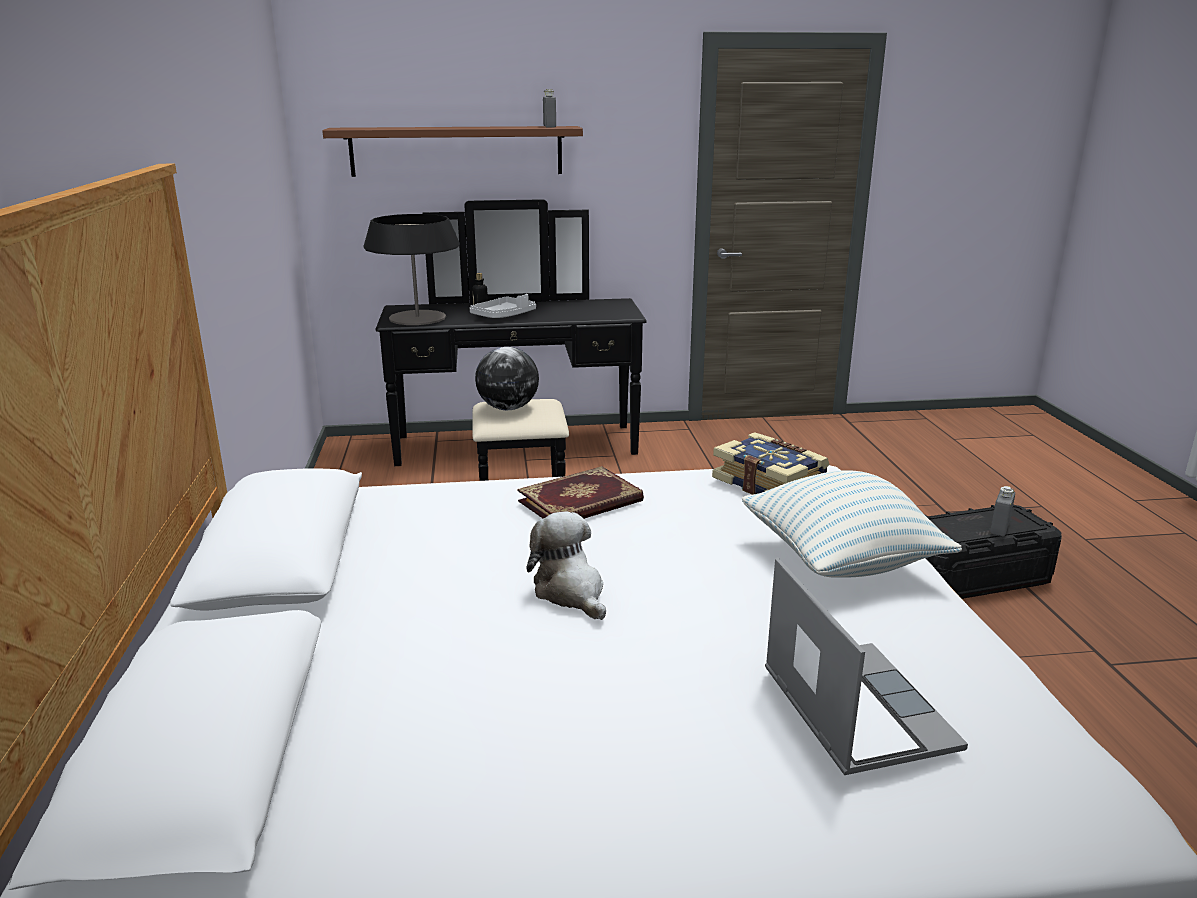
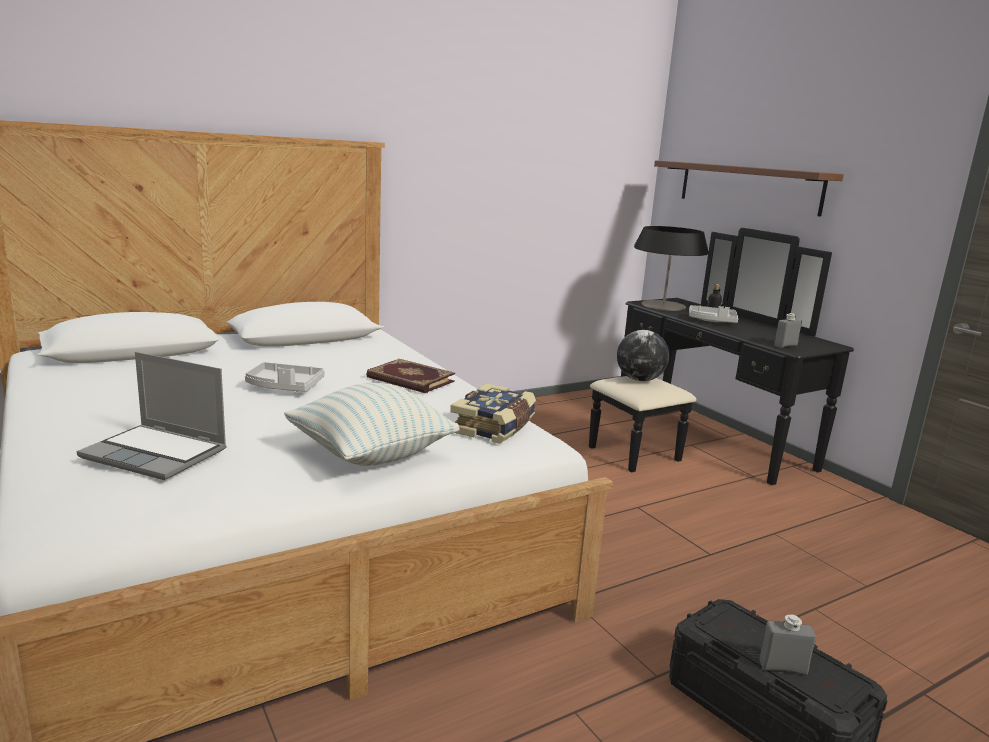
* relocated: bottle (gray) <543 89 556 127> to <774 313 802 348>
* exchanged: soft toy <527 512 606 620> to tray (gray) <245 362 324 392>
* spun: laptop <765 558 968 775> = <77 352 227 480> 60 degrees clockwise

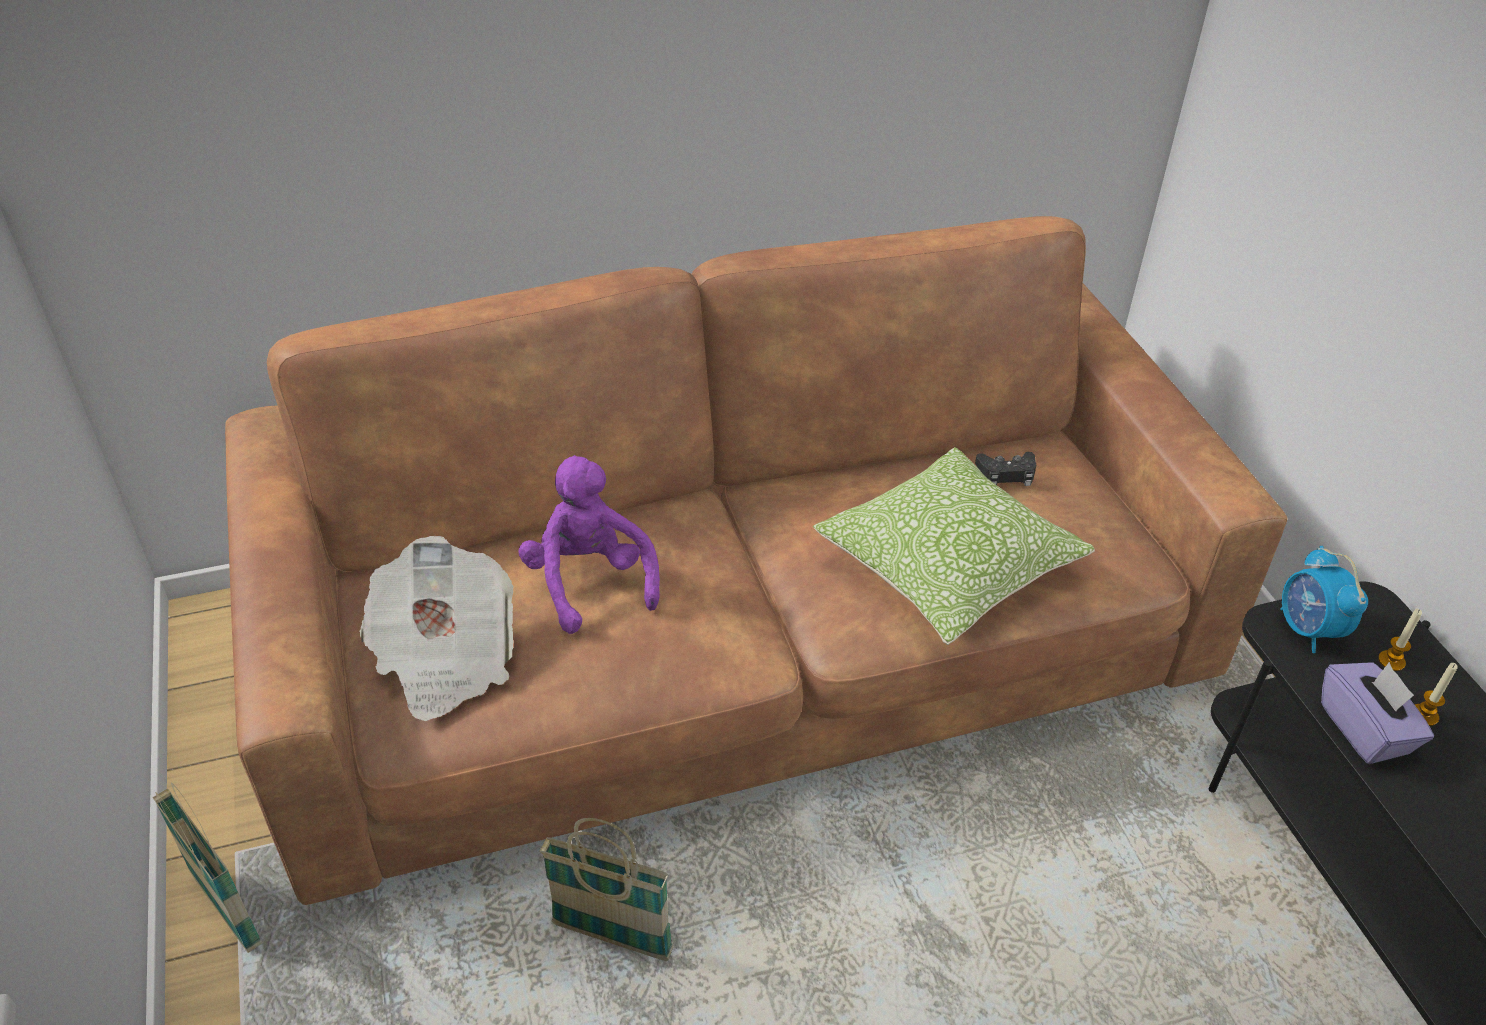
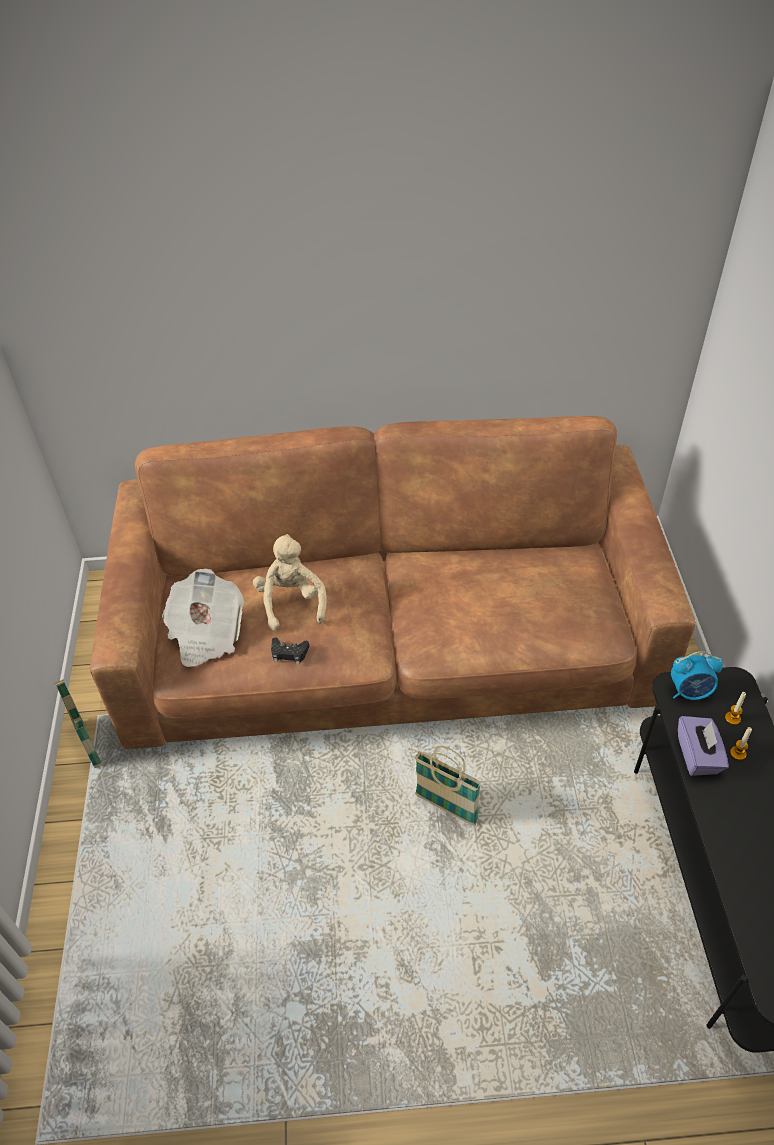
* missing: throw pillow <813 447 1095 645>
* relocated: storage basket <540 818 674 961> to <415 746 481 826>
* relocated: joypad (black-coloured) <975 452 1036 486> to <271 637 309 664>
* colour: soft toy (purplish) <518 455 660 634> to soft toy (sand-coloured) <253 534 327 631>
* spun: table clock <1280 546 1368 653> = <671 651 723 700> 90 degrees counterclockwise

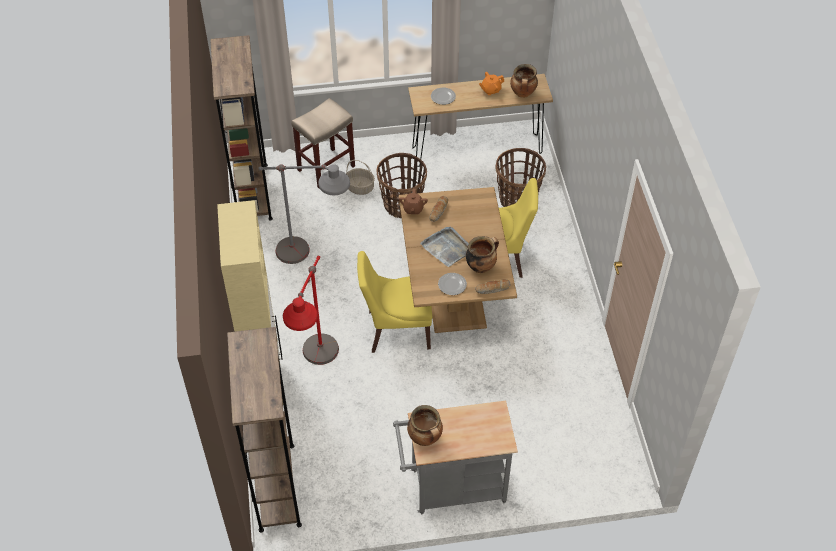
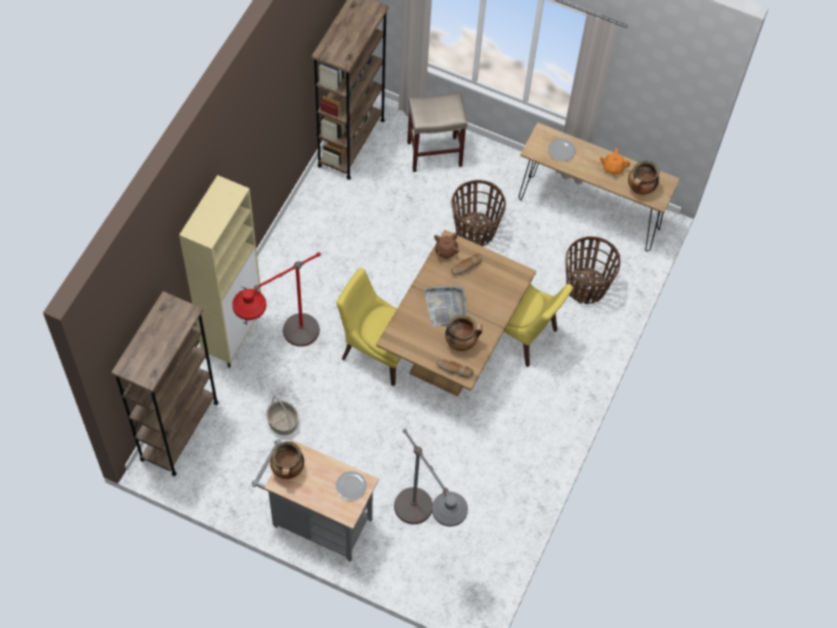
* relocated: standing lamp (gray) <259 164 350 264> to <394 429 468 527>
* relocated: storage basket <346 160 375 195> to <266 396 299 435>
* relocated: flat dish <438 273 467 295> to <336 471 367 500>

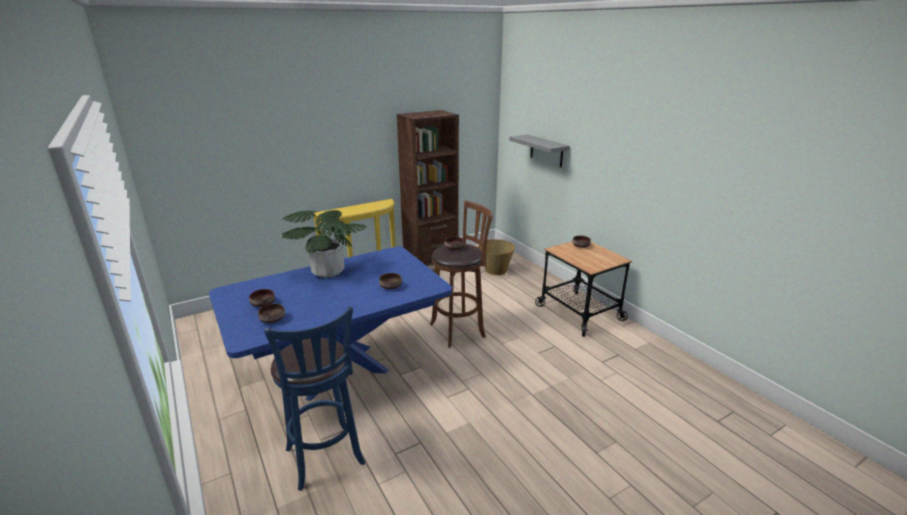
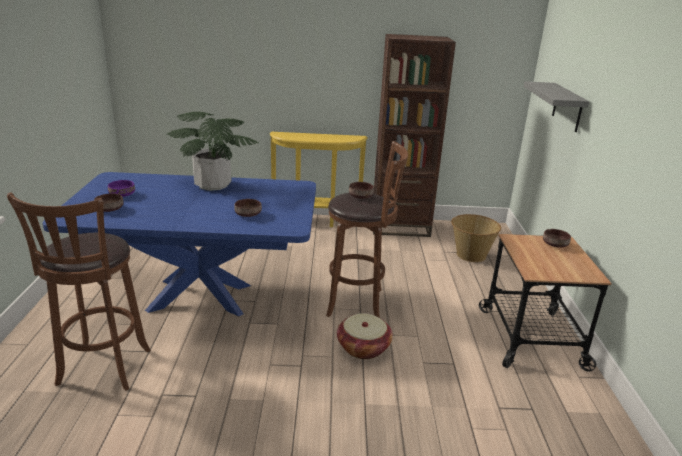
* appeared: storage basket <337 313 393 359>
* colour: serving bowl (brown-coloured) <249 289 275 307> to serving bowl (purplish) <108 180 135 197>
* colour: sitting stool (blue) <264 306 365 491> to sitting stool (brown-coloured) <7 192 151 391>

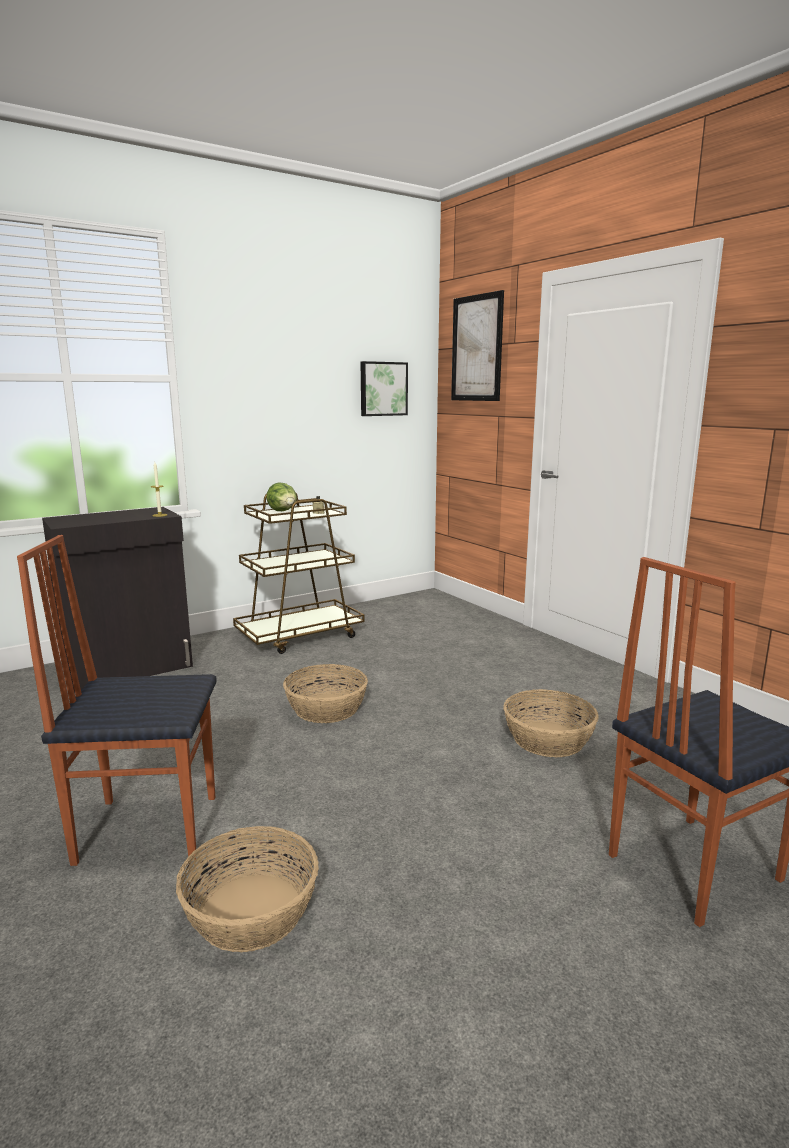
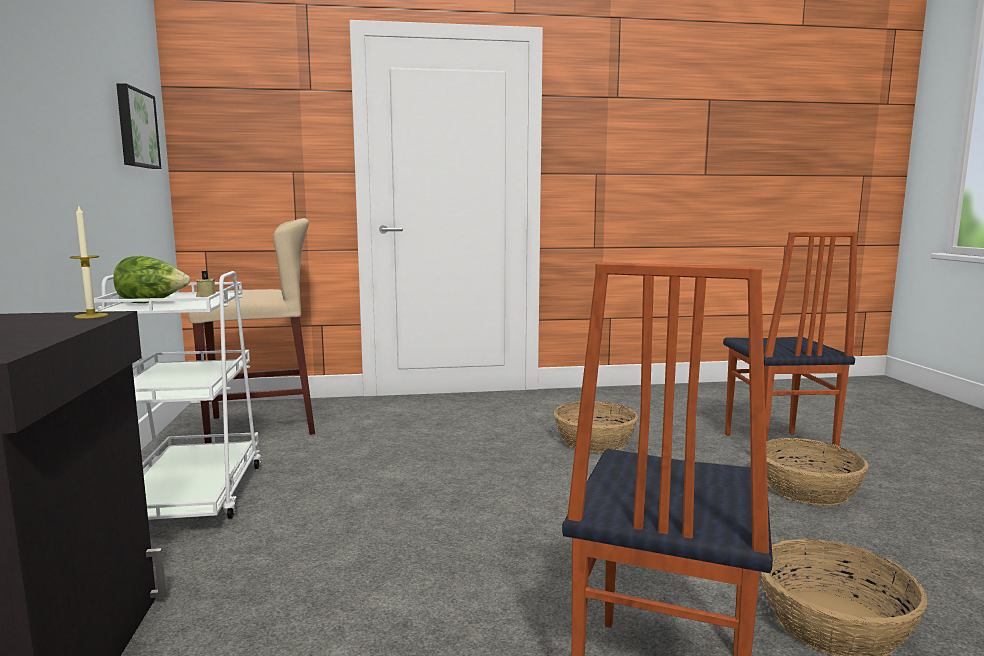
* missing: picture <451 290 504 401>
* appeared: sitting stool (sand-coloured) <188 218 315 443>
* relocated: storage basket <283 664 368 723> to <766 438 869 506>
* colour: cart (brown-coloured) <233 492 364 654> to cart (white) <94 271 261 520>

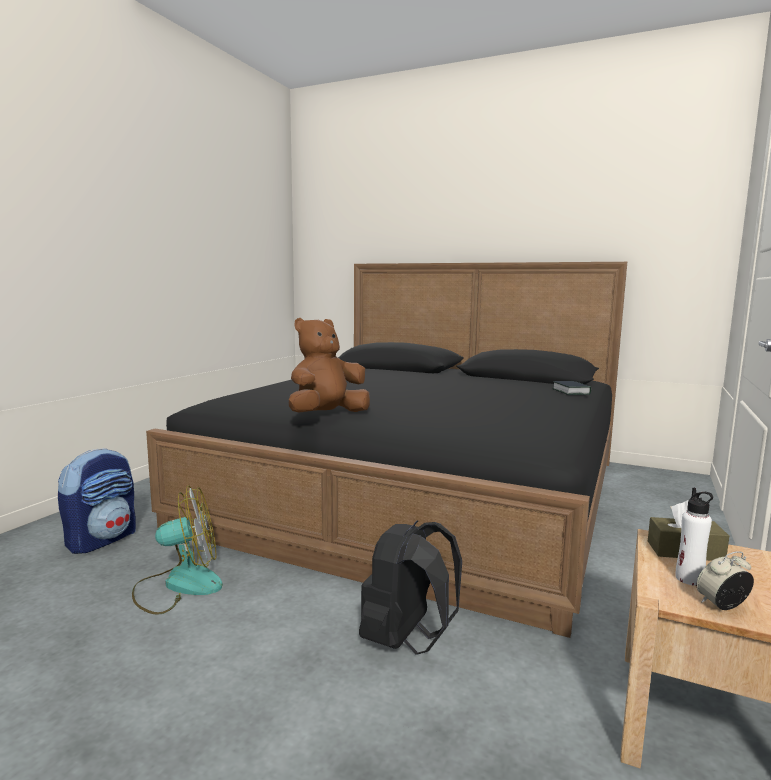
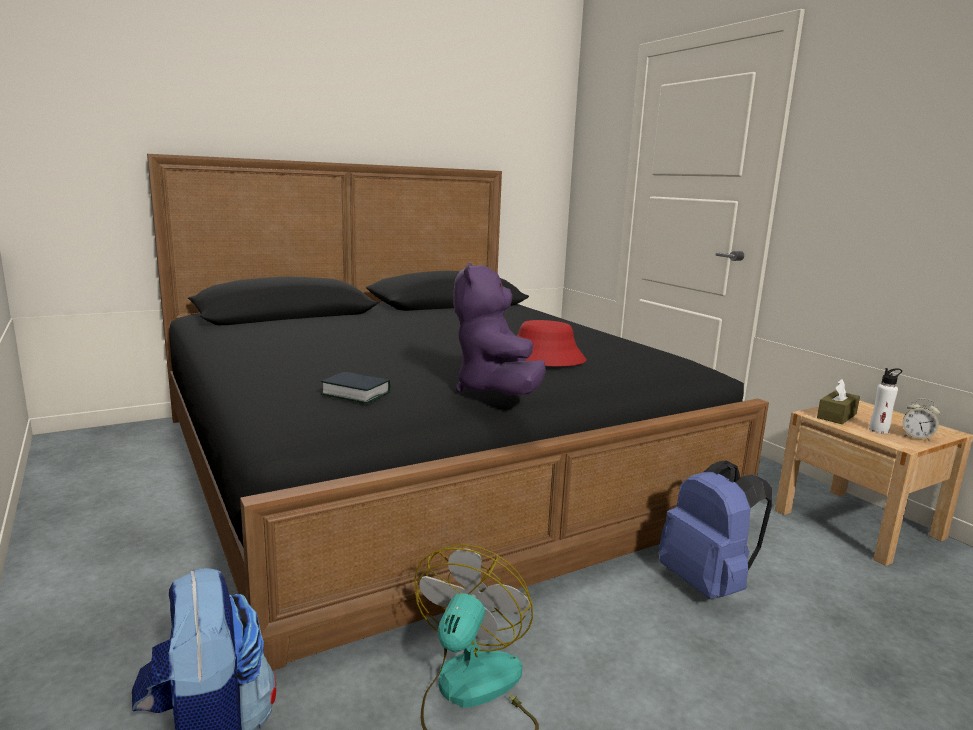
* appeared: wearable hat (red) <517 320 587 366>
* relocated: bound book <552 381 591 395> to <321 372 391 404>
* colour: soft toy (brown-coloured) <289 318 370 413> to soft toy (purplish) <454 263 546 395>
* colour: rucksack (black-coloured) <359 520 462 655> to rucksack (blue) <659 460 772 599>
* spun: table clock <697 551 754 610> = <902 399 940 441> 75 degrees counterclockwise

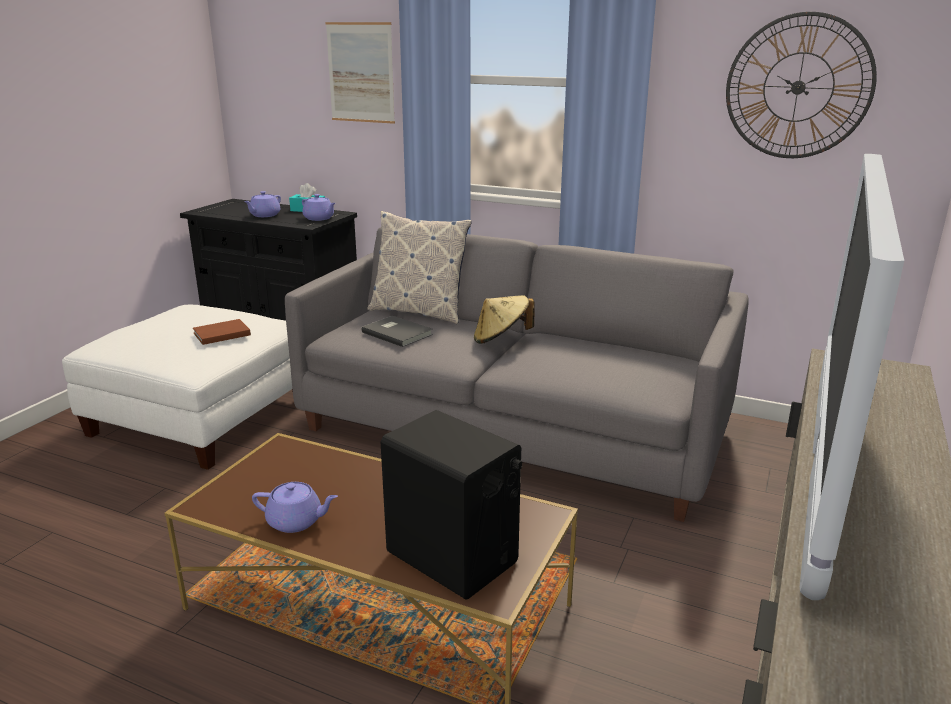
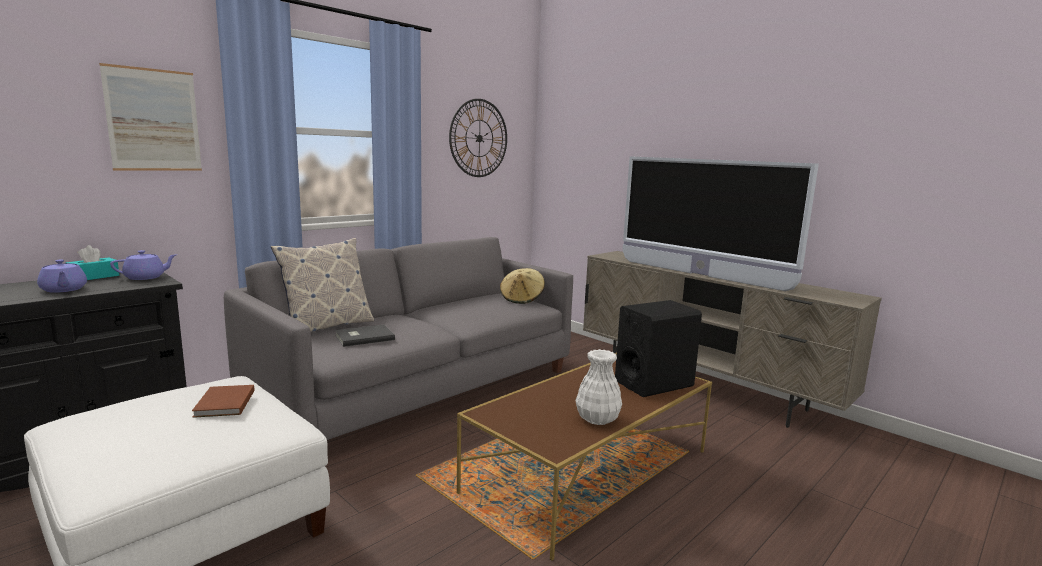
* relocated: wearable hat (sand-coloured) <474 295 535 344> to <500 268 545 304>
* exchanged: tea pot (purplish) <252 482 338 533> to vase (white) <575 349 622 425>

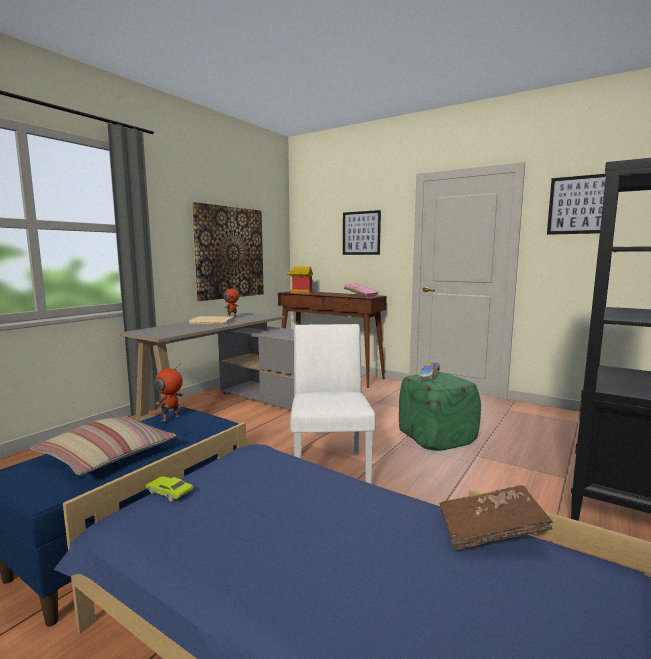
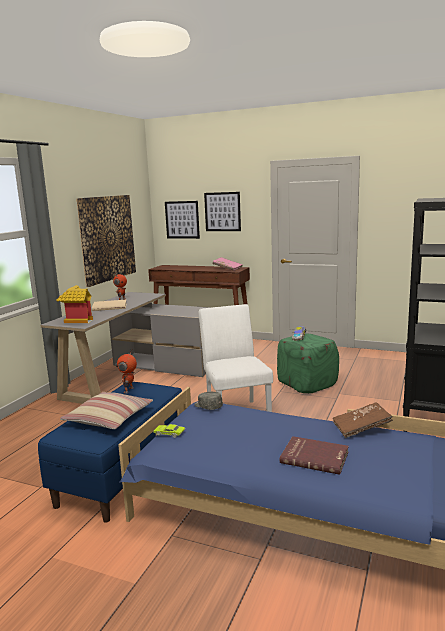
* appeared: peaked cap (gray) <195 392 223 410>
* appeared: bound book (red) <280 436 349 475>
* relocated: miniature house <286 266 313 294> to <56 285 93 323>
* relocated: picture <547 174 606 235> to <165 201 200 239>

